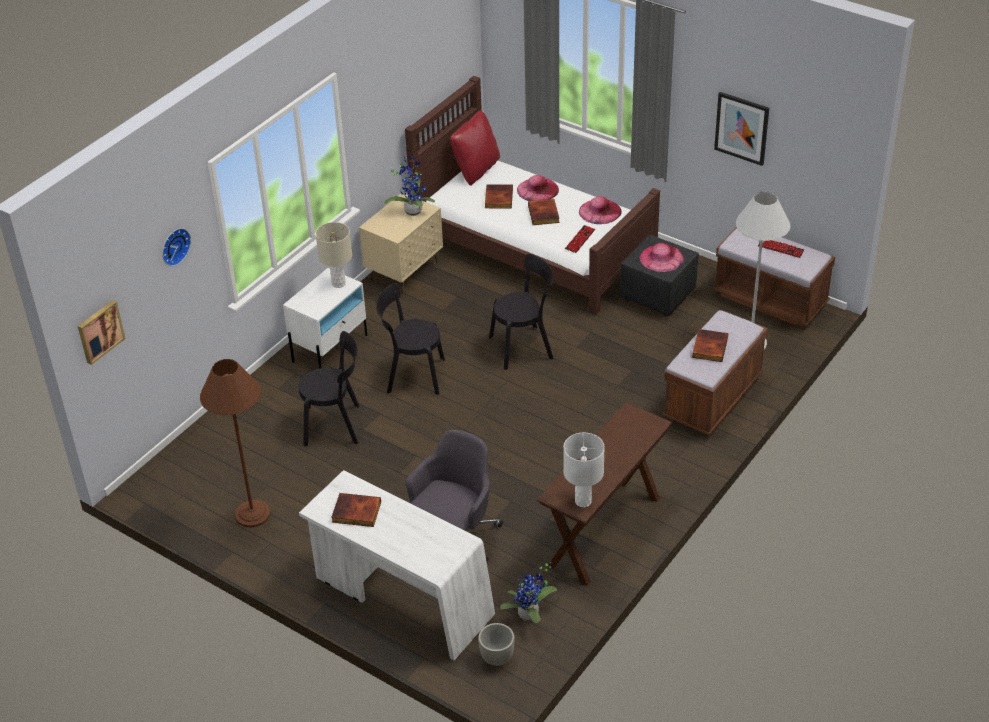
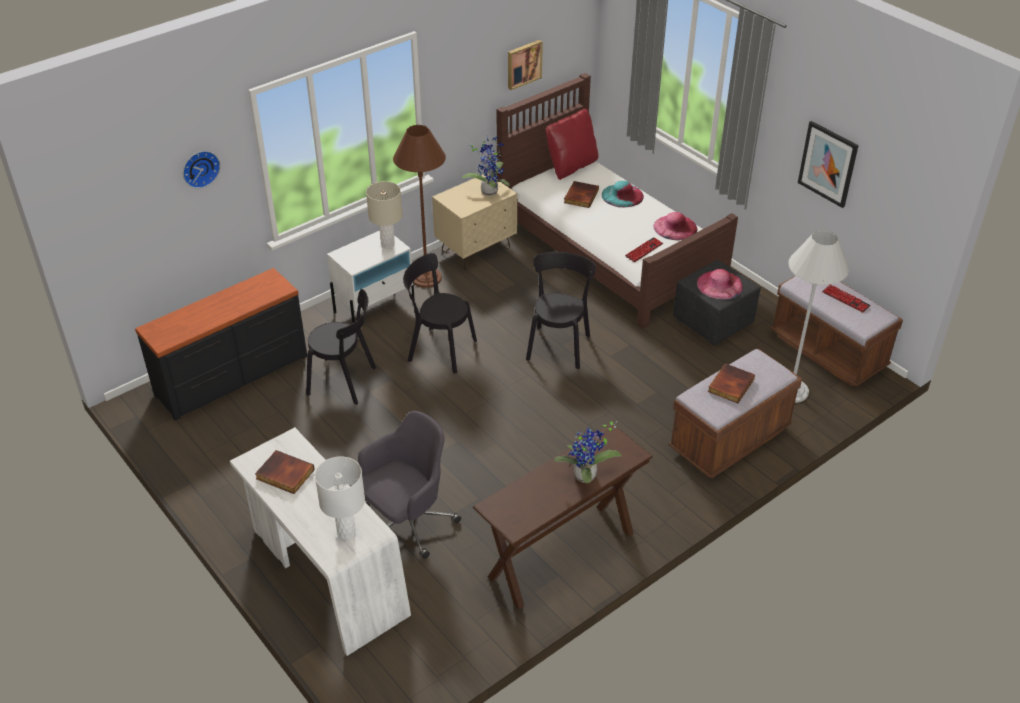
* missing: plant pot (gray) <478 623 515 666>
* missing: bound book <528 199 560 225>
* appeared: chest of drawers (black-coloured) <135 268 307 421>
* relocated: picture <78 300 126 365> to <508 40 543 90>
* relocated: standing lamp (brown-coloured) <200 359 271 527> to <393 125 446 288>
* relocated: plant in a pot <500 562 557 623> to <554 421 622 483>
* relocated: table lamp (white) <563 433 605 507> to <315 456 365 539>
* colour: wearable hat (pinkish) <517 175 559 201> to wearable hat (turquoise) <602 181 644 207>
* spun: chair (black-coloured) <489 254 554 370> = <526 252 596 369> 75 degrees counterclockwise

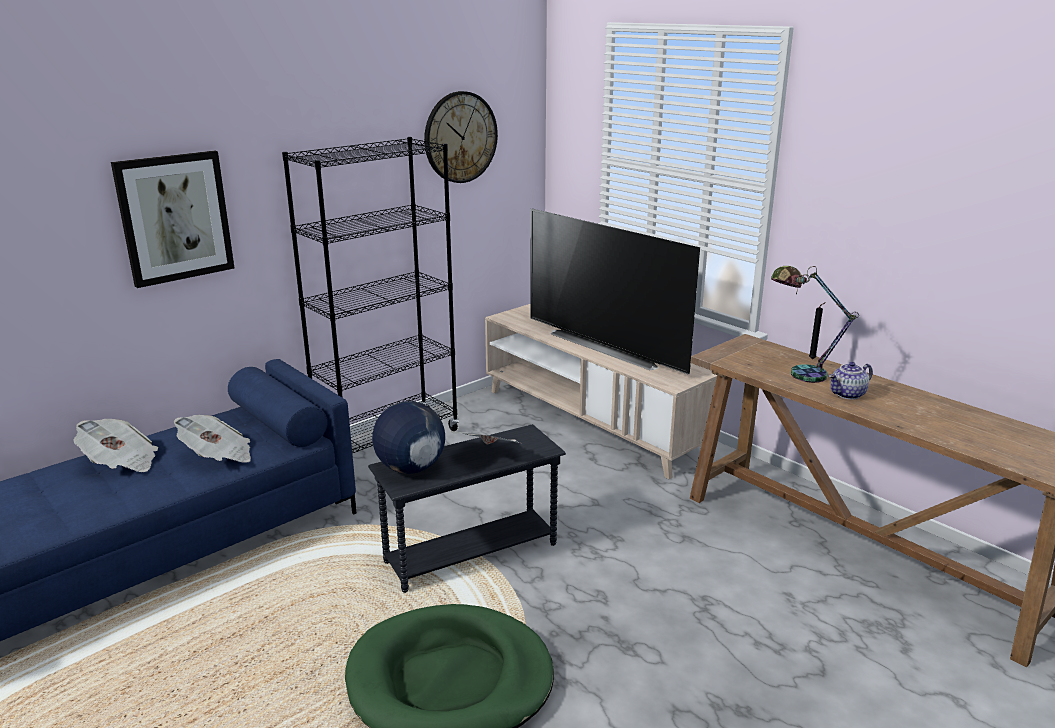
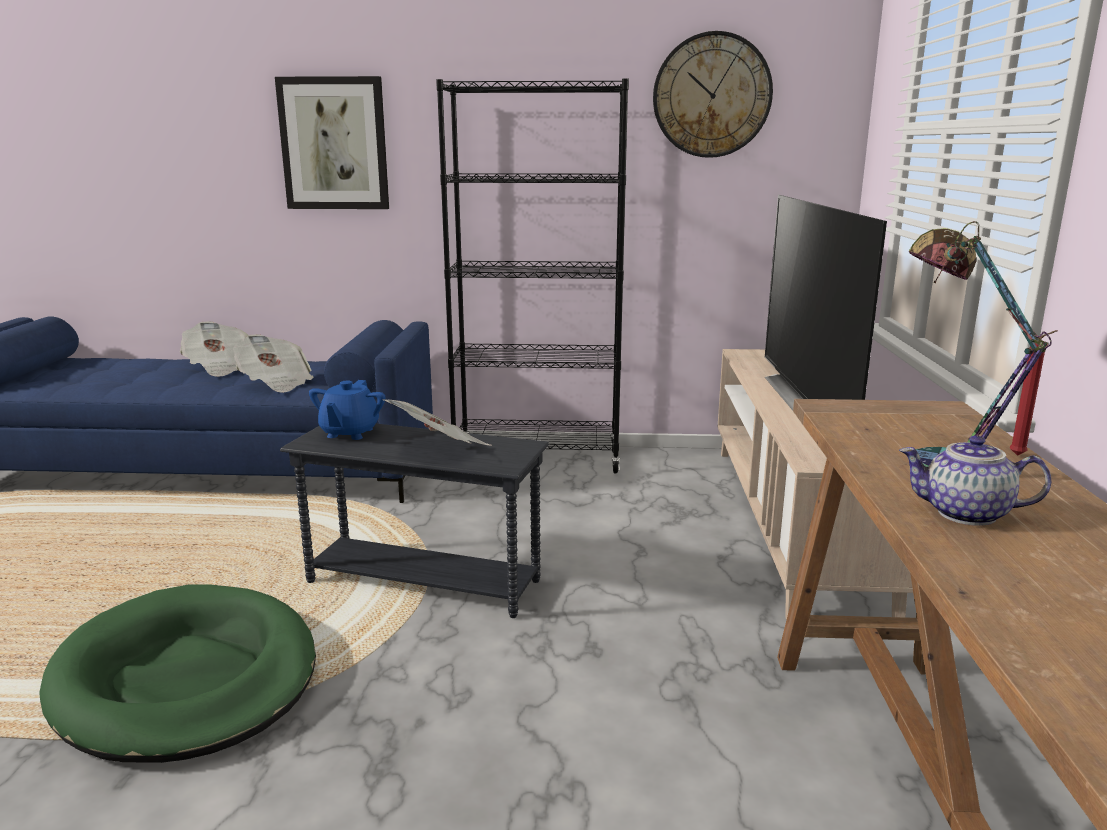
* exchanged: world globe <372 401 445 474> to tea pot (blue) <309 380 385 440>
* colour: wax candle (black-coloured) <809 302 826 359> to wax candle (red) <1010 330 1057 456>

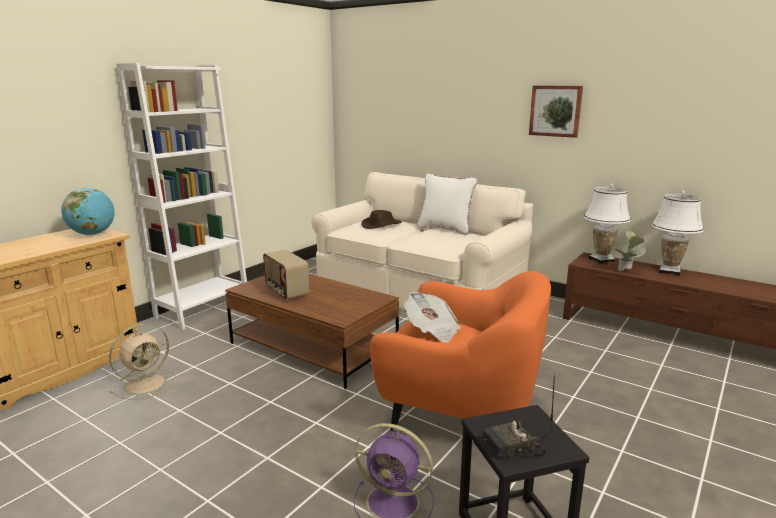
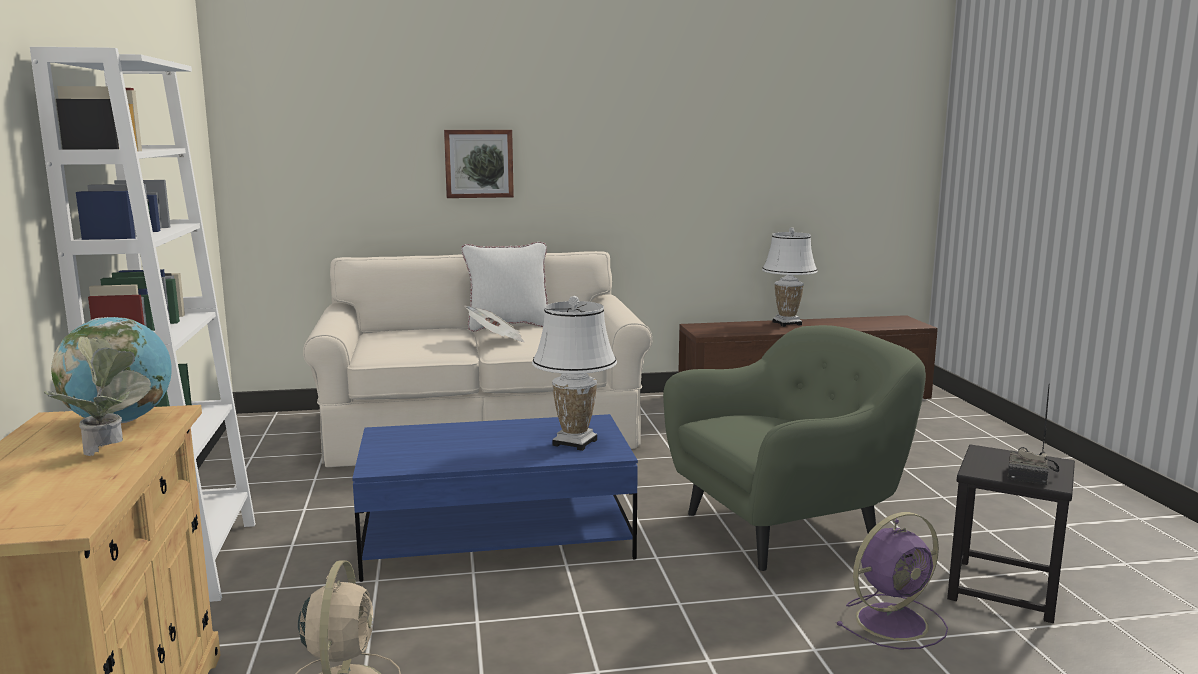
* missing: radio receiver <263 250 309 300>
* missing: wearable hat (brown-coloured) <361 210 402 229>
* relocated: daily paper <404 292 461 343> to <464 306 524 342>
* relocated: picture <529 85 583 138> to <444 130 514 198>
* relocated: table lamp (white) <584 184 631 264> to <532 296 617 451>
* relocated: plant in a pot <612 230 646 271> to <44 337 151 456>
* colour: lounge table (brown-coloured) <225 274 399 389> to lounge table (blue) <352 414 638 582>
* colour: armchair (orangey) <370 271 551 431> to armchair (green) <663 325 926 571>

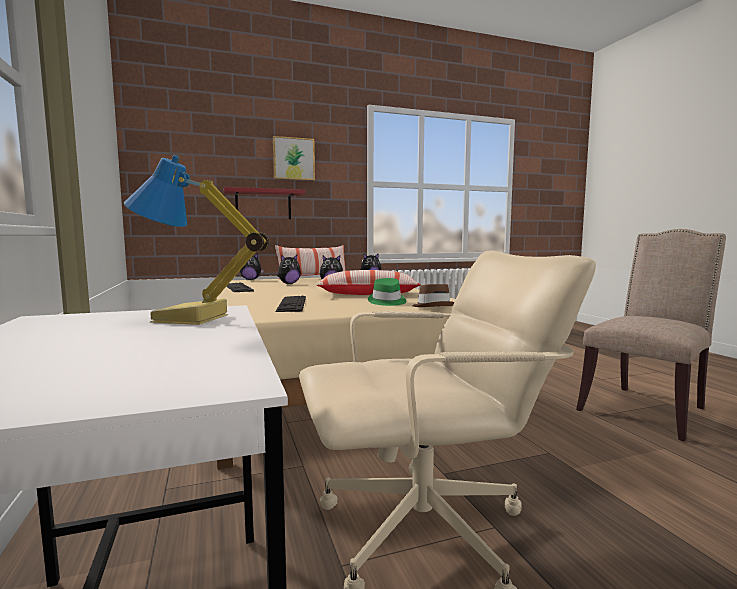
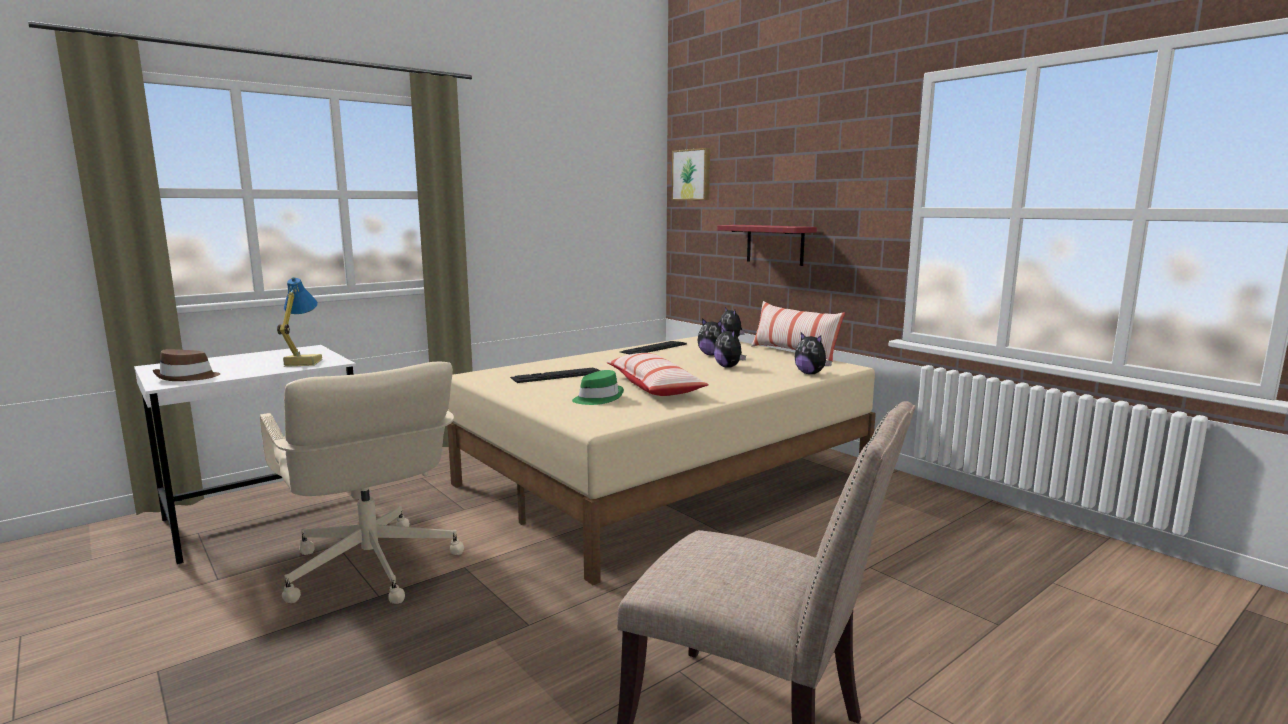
* relocated: picture <273 136 315 181> to <672 148 710 200>
* relocated: wearable hat (brown-coloured) <412 284 454 307> to <153 349 220 381>

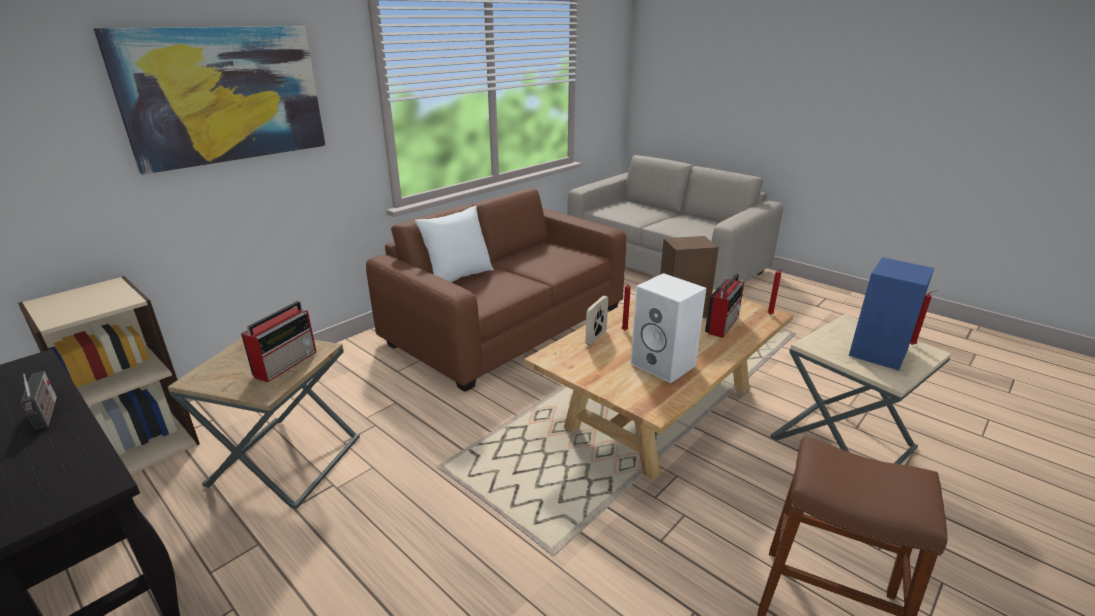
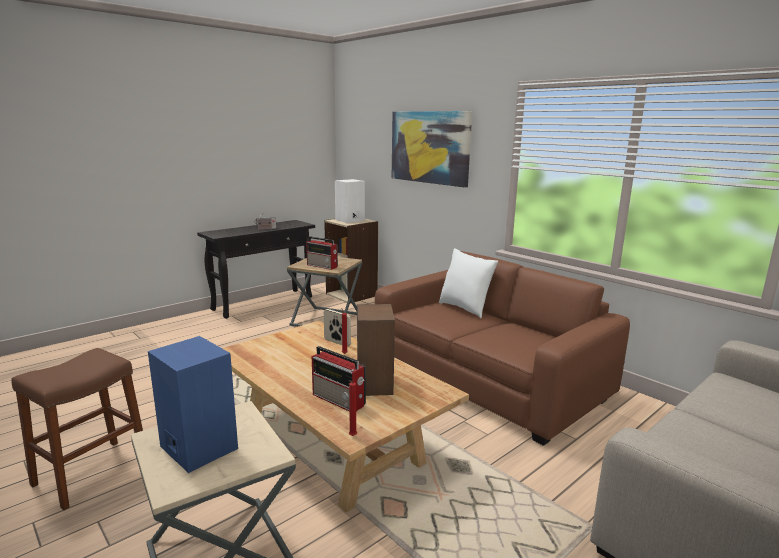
* missing: wax candle (red) <910 290 938 345>
* relocated: loudspeaker (white) <630 273 706 383> to <335 179 365 223>

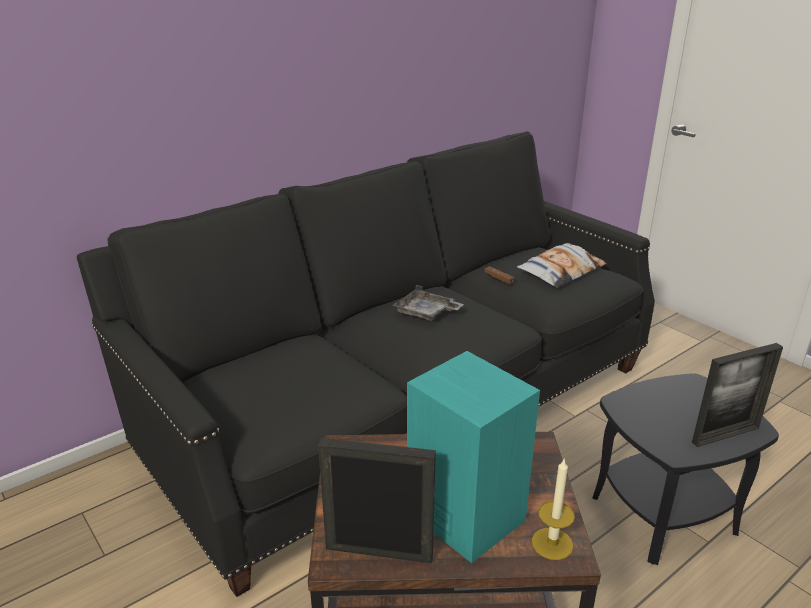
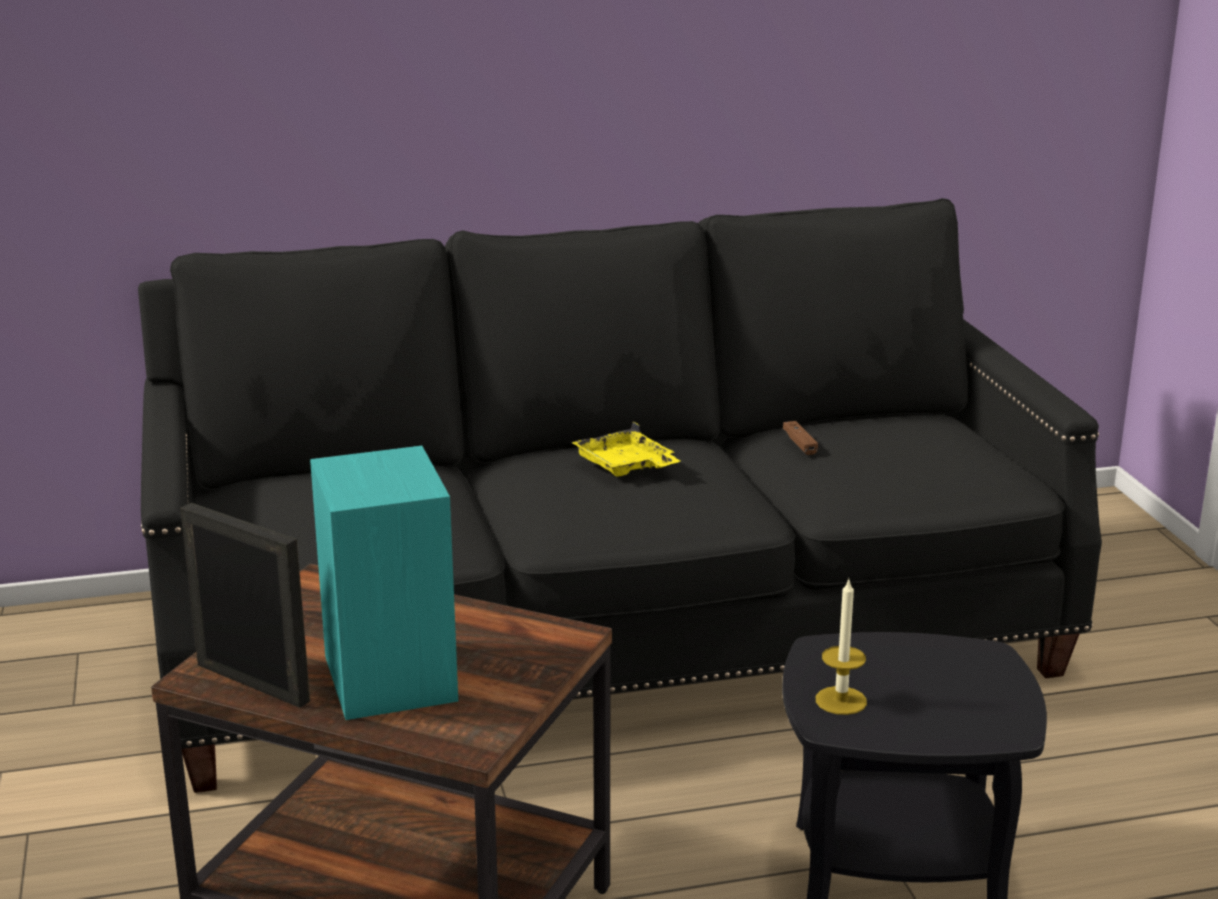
* missing: throw pillow <517 243 606 288>
* missing: photo frame <692 343 783 447>
* relocated: wax candle <532 458 575 560> to <816 580 867 715>
* colour: tray (gray) <392 285 464 321> to tray (yellow-coloured) <571 422 680 477>

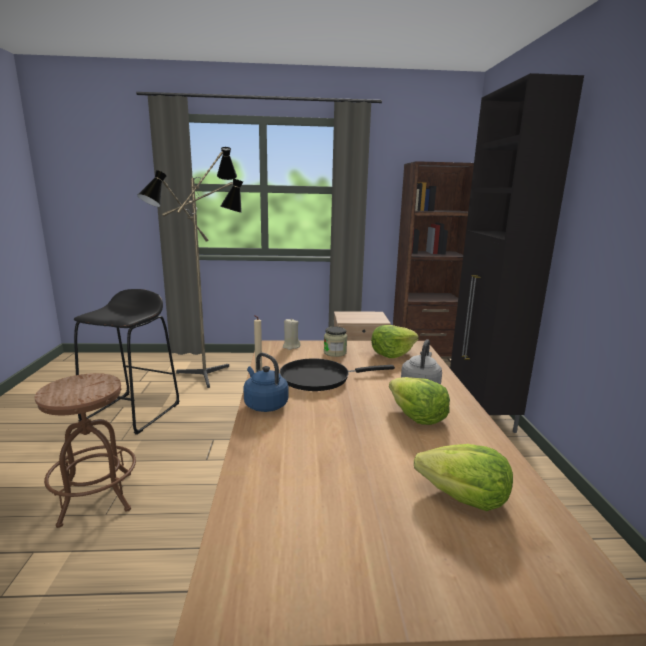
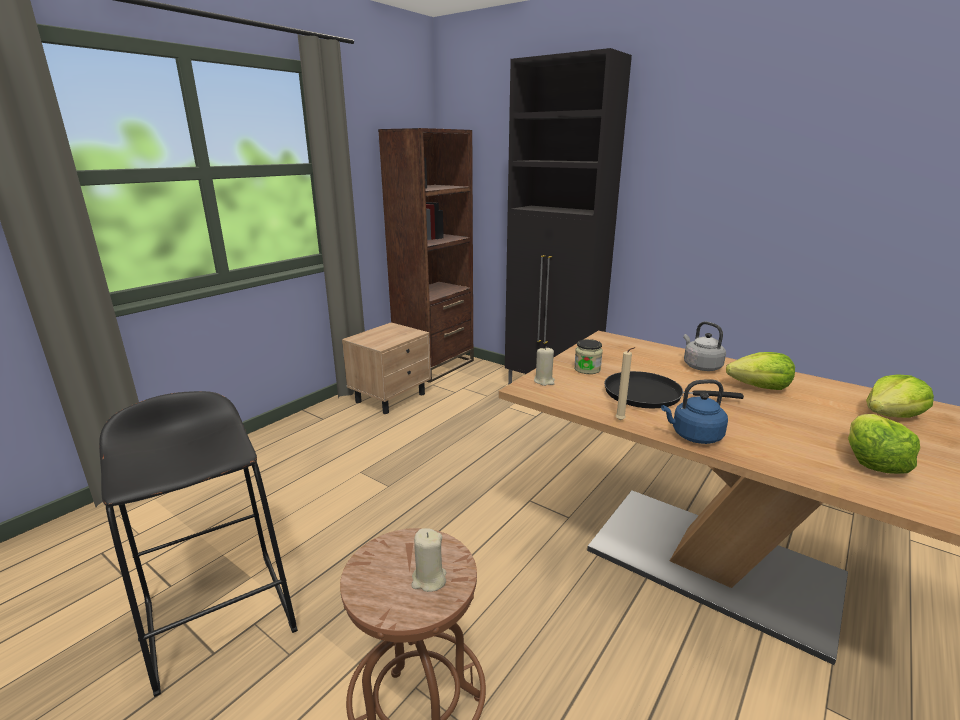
* missing: standing lamp <137 147 243 388>
* appeared: wax candle (sand-coloured) <411 528 446 592>
* relocated: head of lettuce <371 325 419 358> to <848 414 920 474>
* spun: skillet (black-coloured) <279 358 395 391> = <604 371 744 408> 75 degrees clockwise

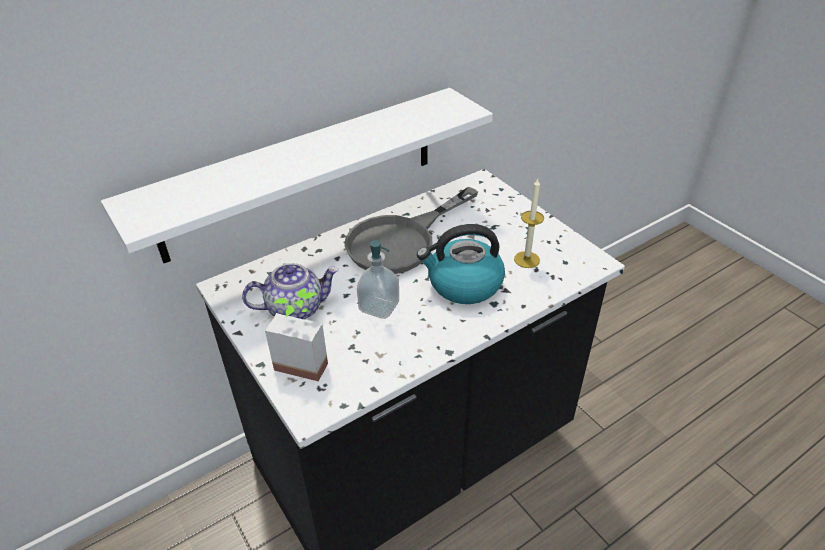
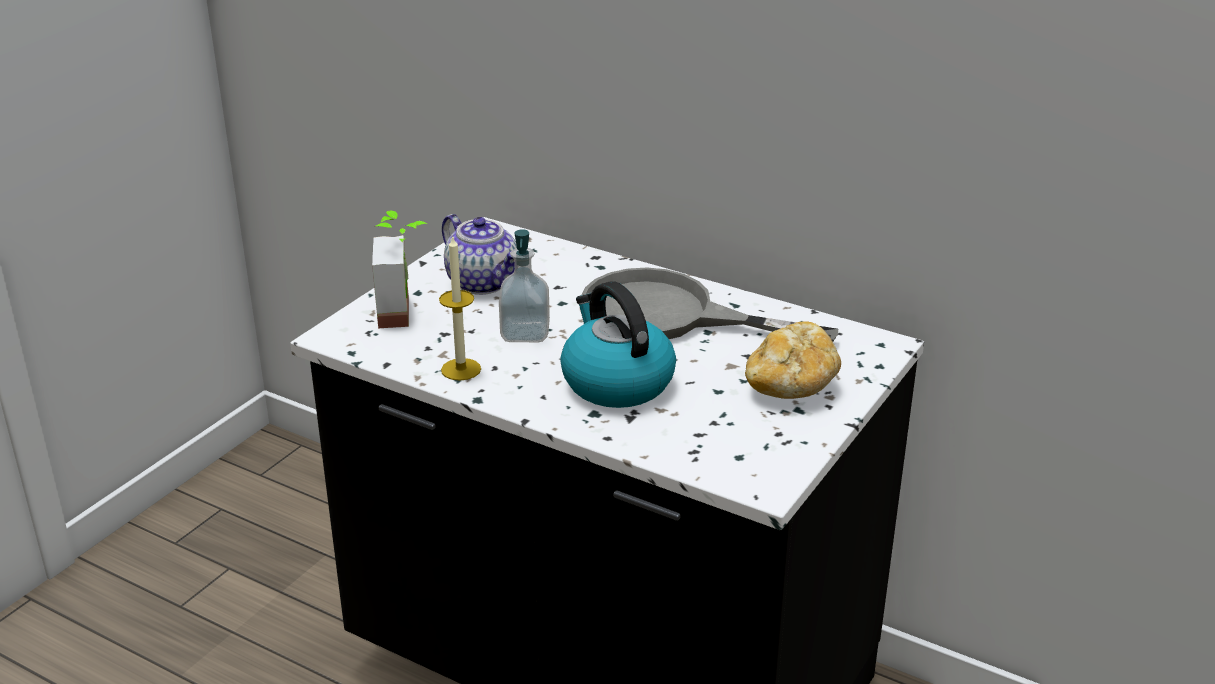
* missing: bracket shelf (white) <101 88 493 263>
* appeared: bakery bread <745 321 841 399>
* relocated: wax candle <514 179 544 268> to <439 235 481 381>

